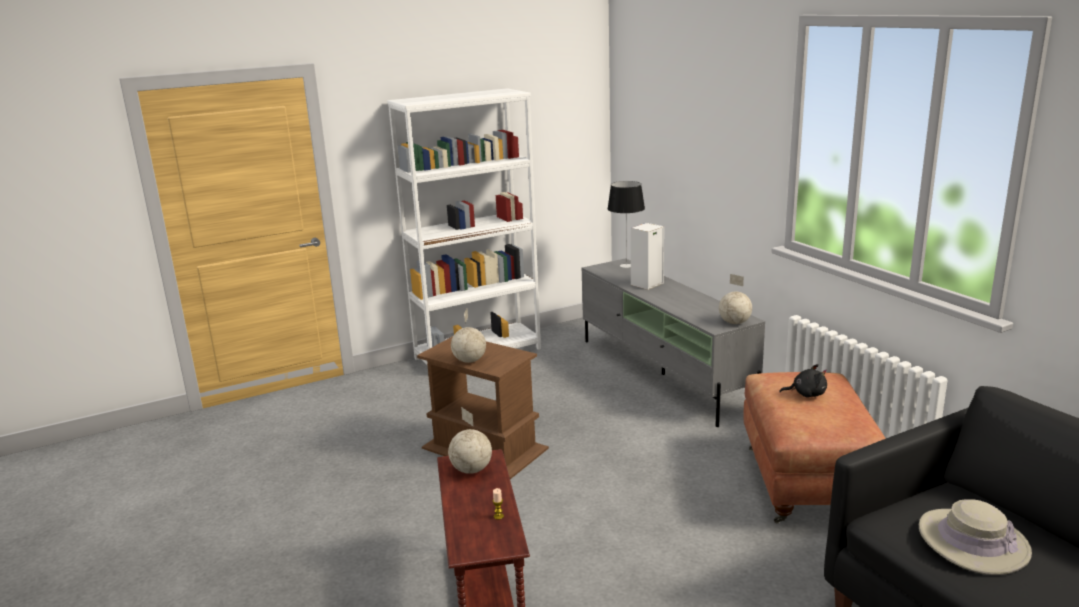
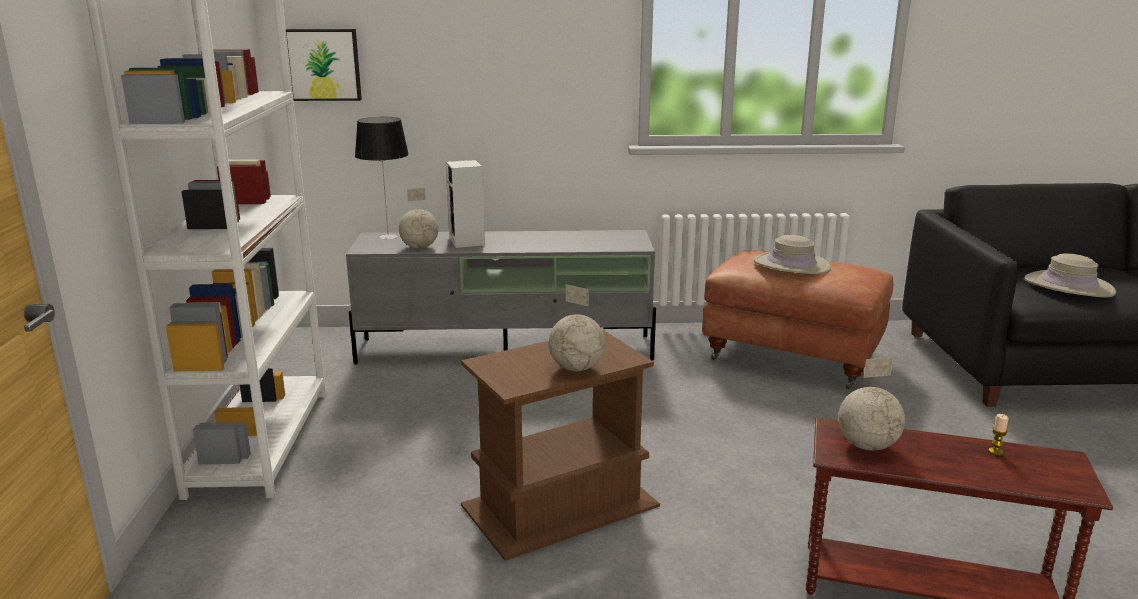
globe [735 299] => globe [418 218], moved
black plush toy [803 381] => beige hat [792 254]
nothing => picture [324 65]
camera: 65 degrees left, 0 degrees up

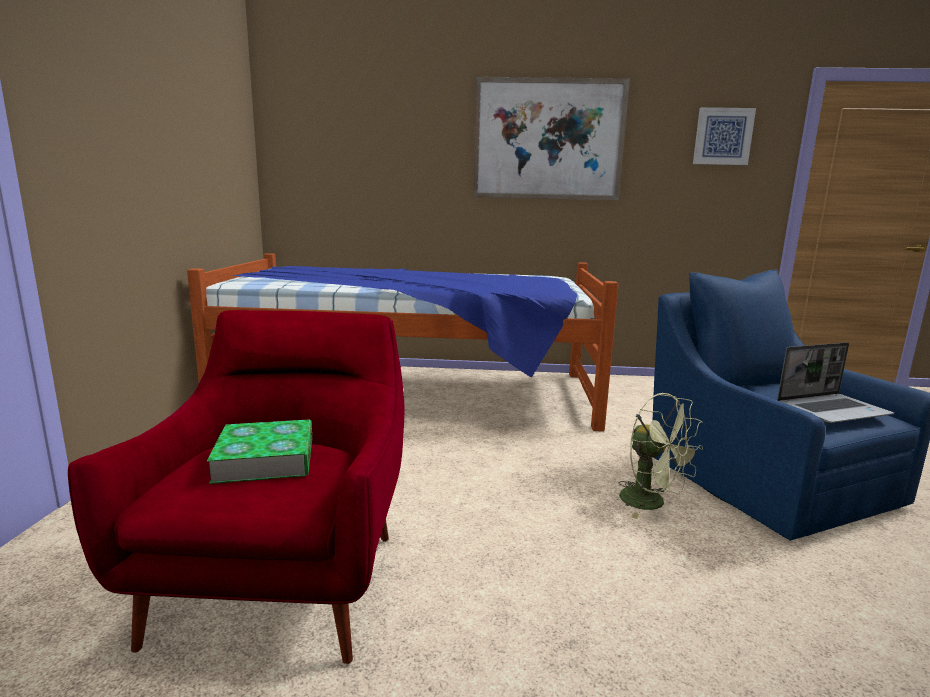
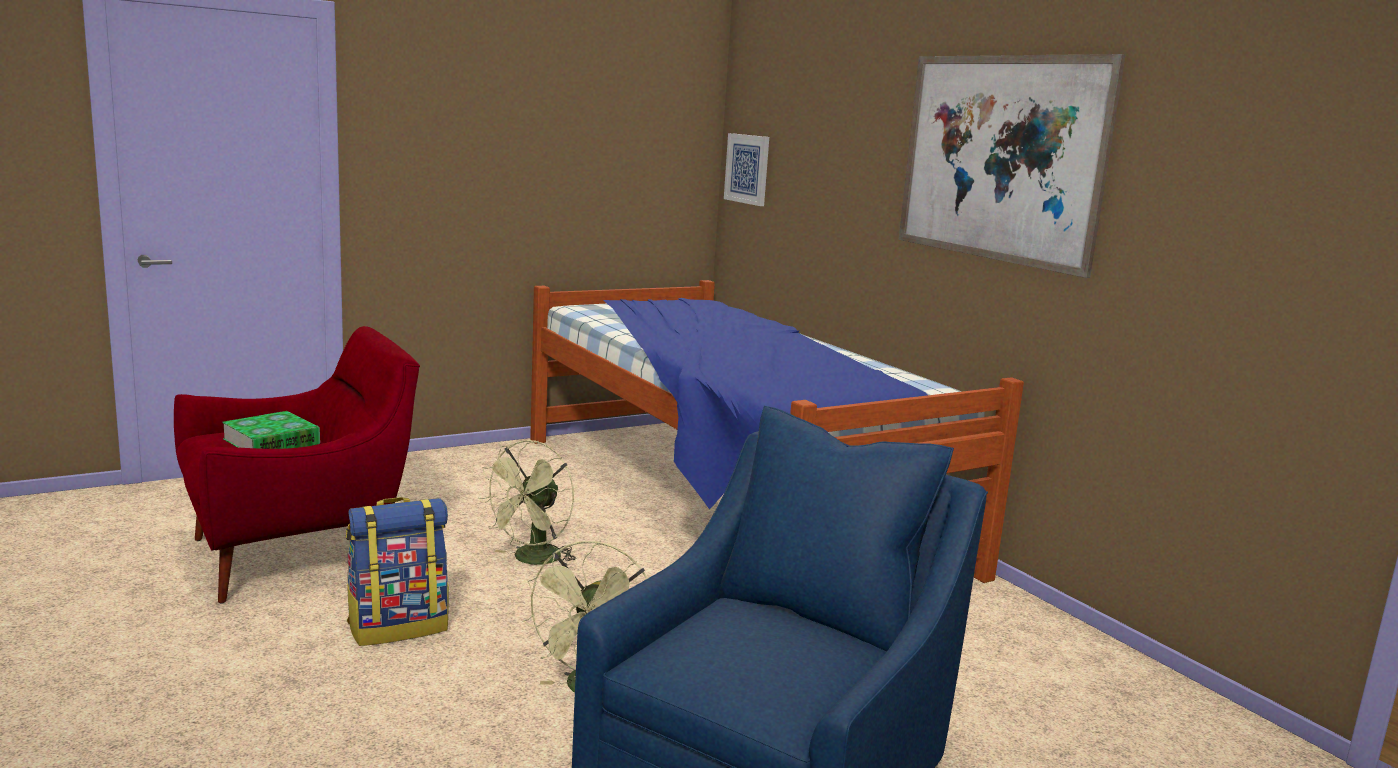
picture [724 136] => picture [746 169], moved
laptop [835 382] => nothing
nothing => green fan [527 502]
nothing => backpack [397 571]
camera: 55 degrees right, 0 degrees up

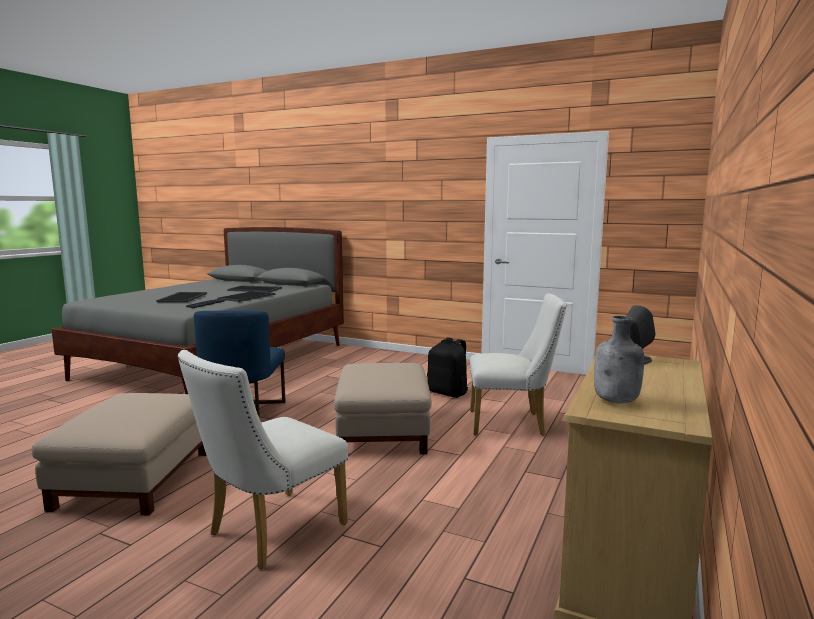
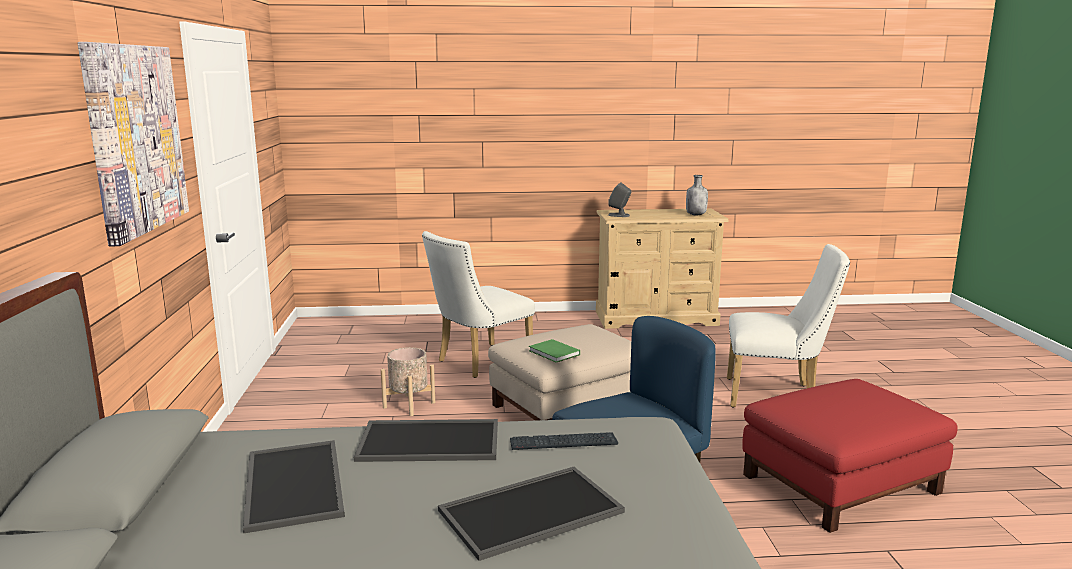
white chair [518 364] => white chair [478 304], 105 degrees counterclockwise
black backpack [447 367] => beige planter [408 381]
beige ottoman [118 454] => red ottoman [850 456]
nothing => picture [133 144]
nothing => green book [554 351]
camera: 120 degrees left, 5 degrees up

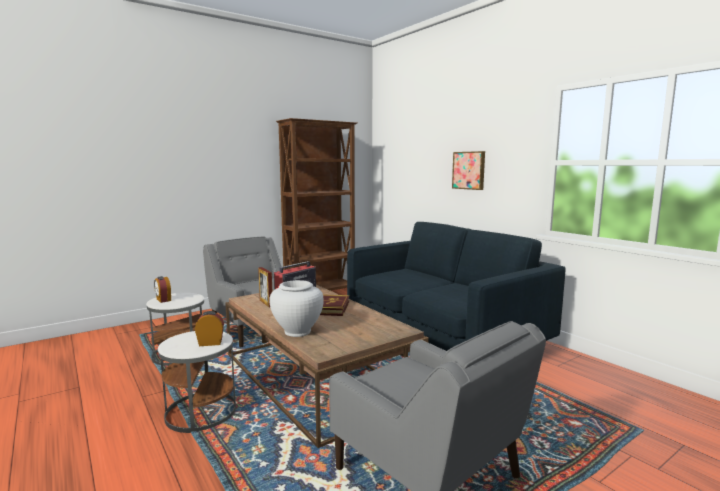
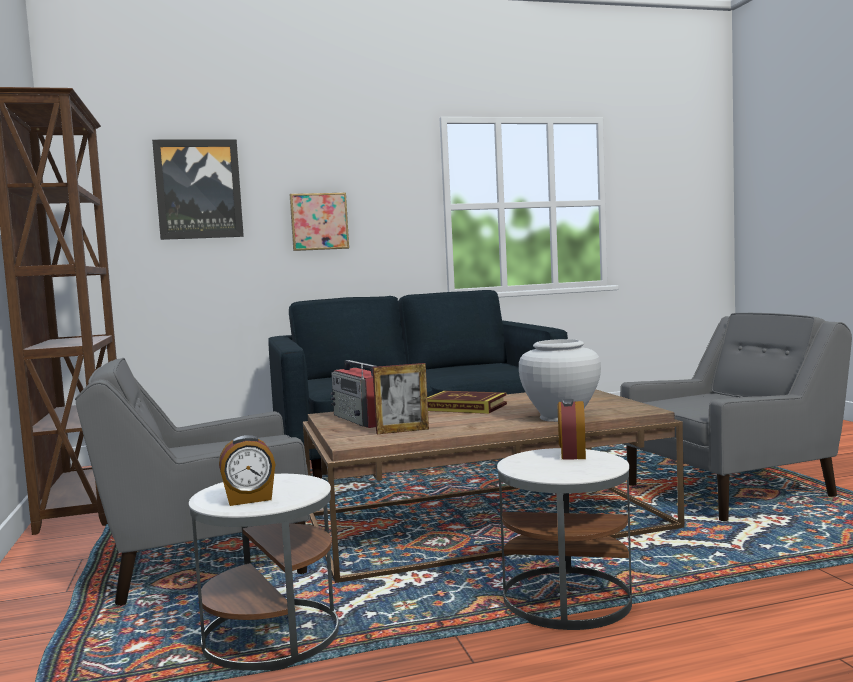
nothing => picture [198 189]
camera: 70 degrees left, 5 degrees down

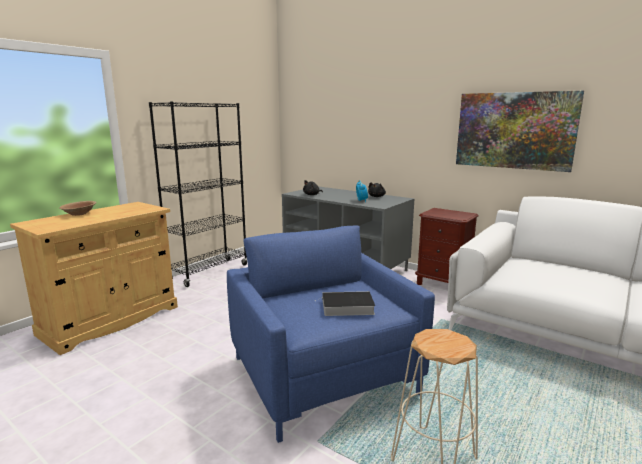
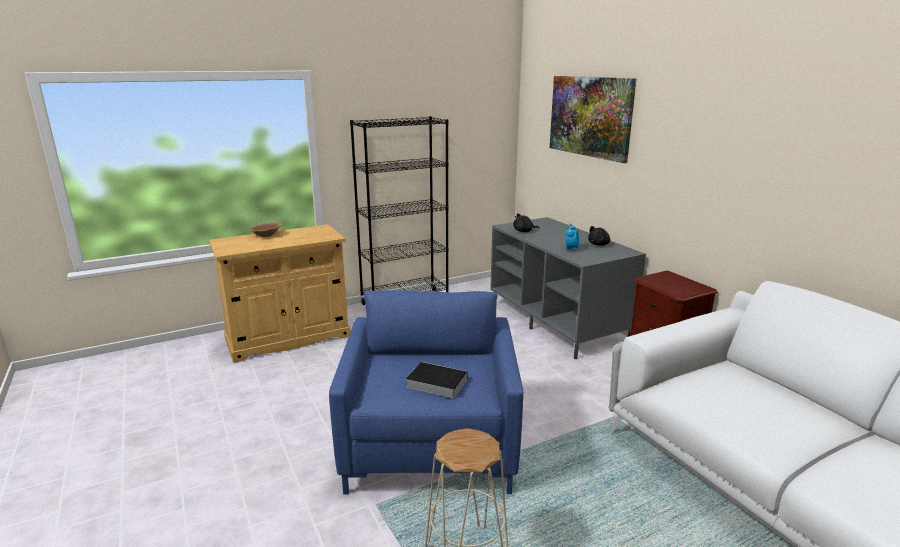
picture [520 131] => picture [593 119], moved
camera: 25 degrees right, 5 degrees up

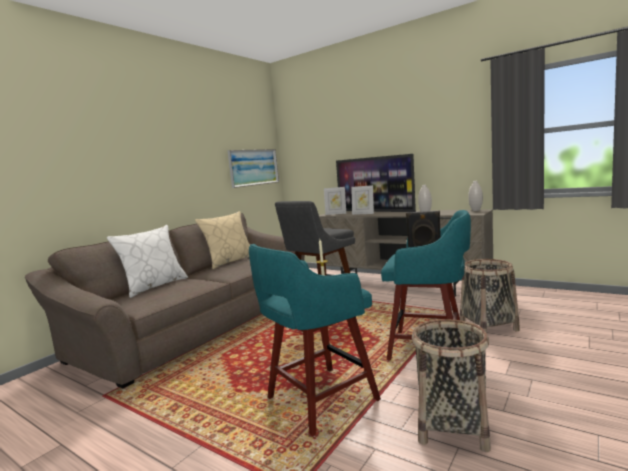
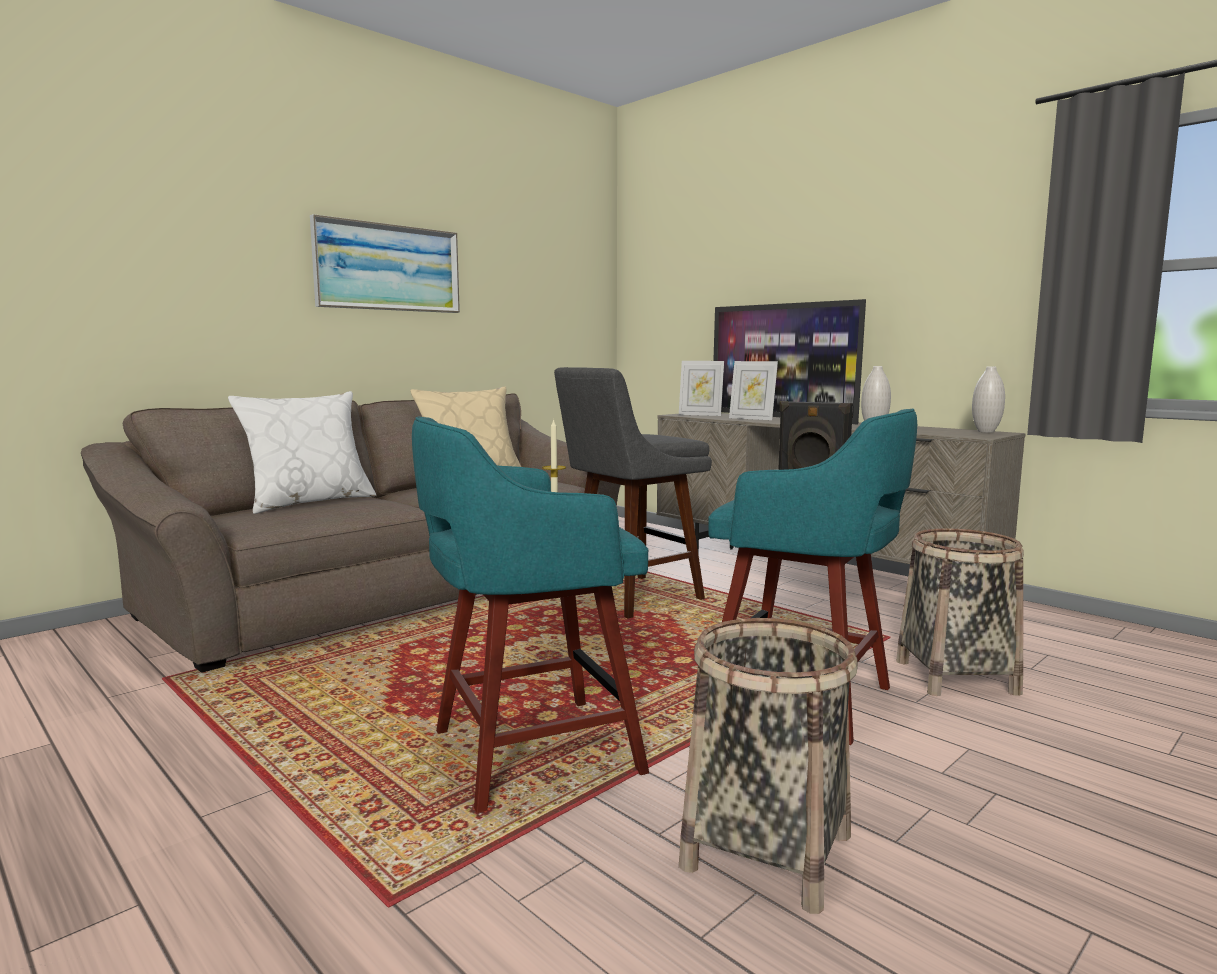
picture [253 168] => picture [385 263], moved
camera: 10 degrees right, 0 degrees up

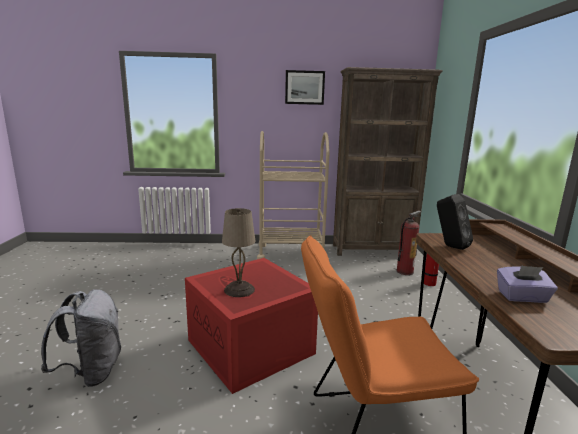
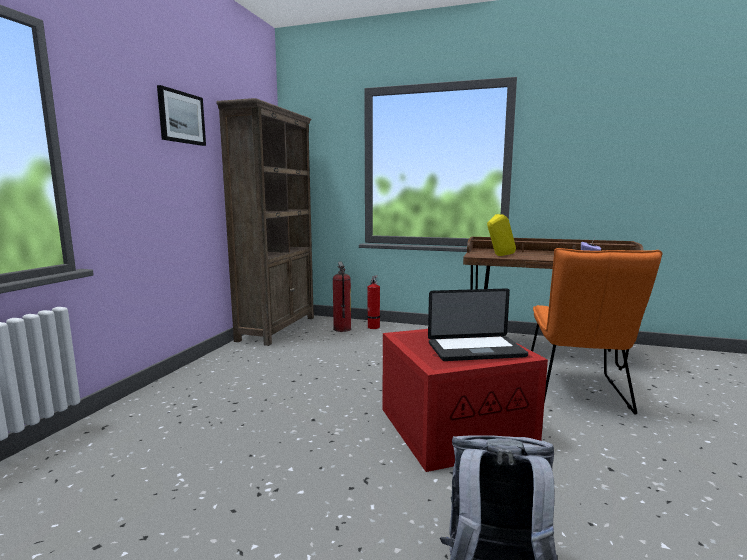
beige cart [293 195] => nothing
black speaker [455 222] => yellow speaker [501 235]
beige table lamp [238 252] => laptop [478 324]
camera: 70 degrees left, 5 degrees down

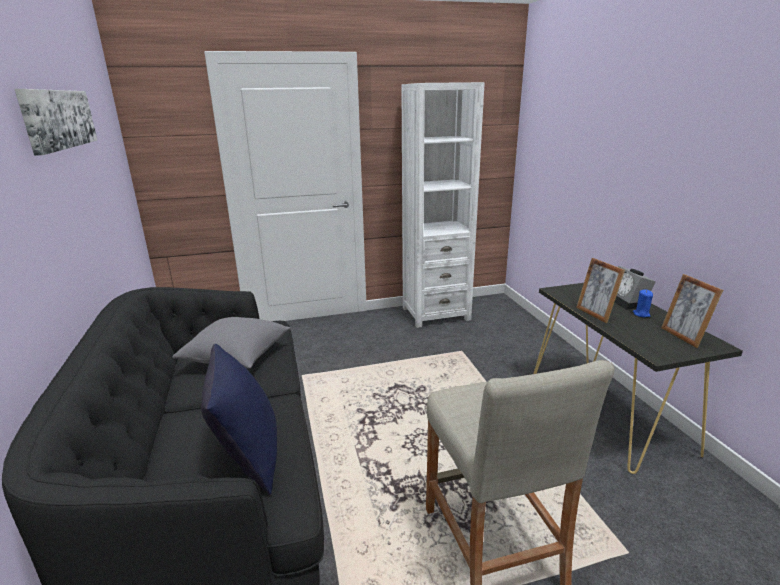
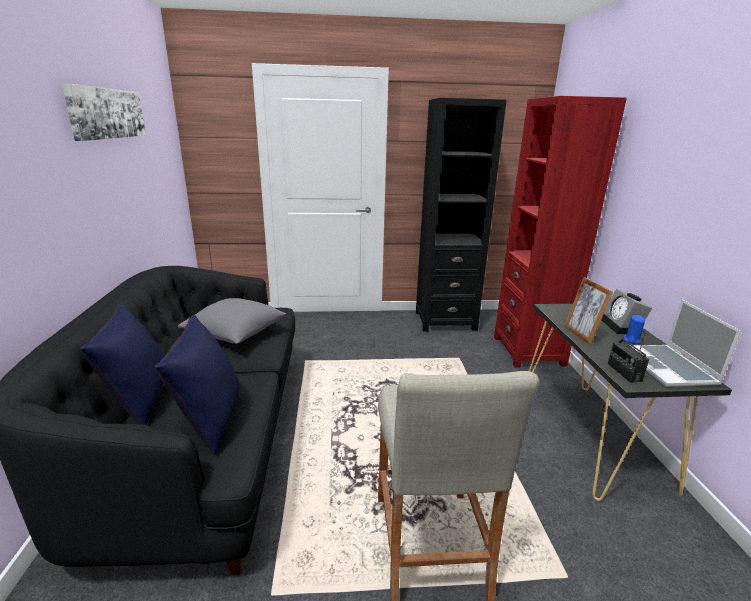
white bookcase [443 205] => black bookcase [461 215]
picture frame [692 311] => laptop [685 343]
nothing => red bookcase [560 232]
nothing => blue pillow [122 364]
nothing => radio [628 358]
camera: 10 degrees right, 0 degrees up

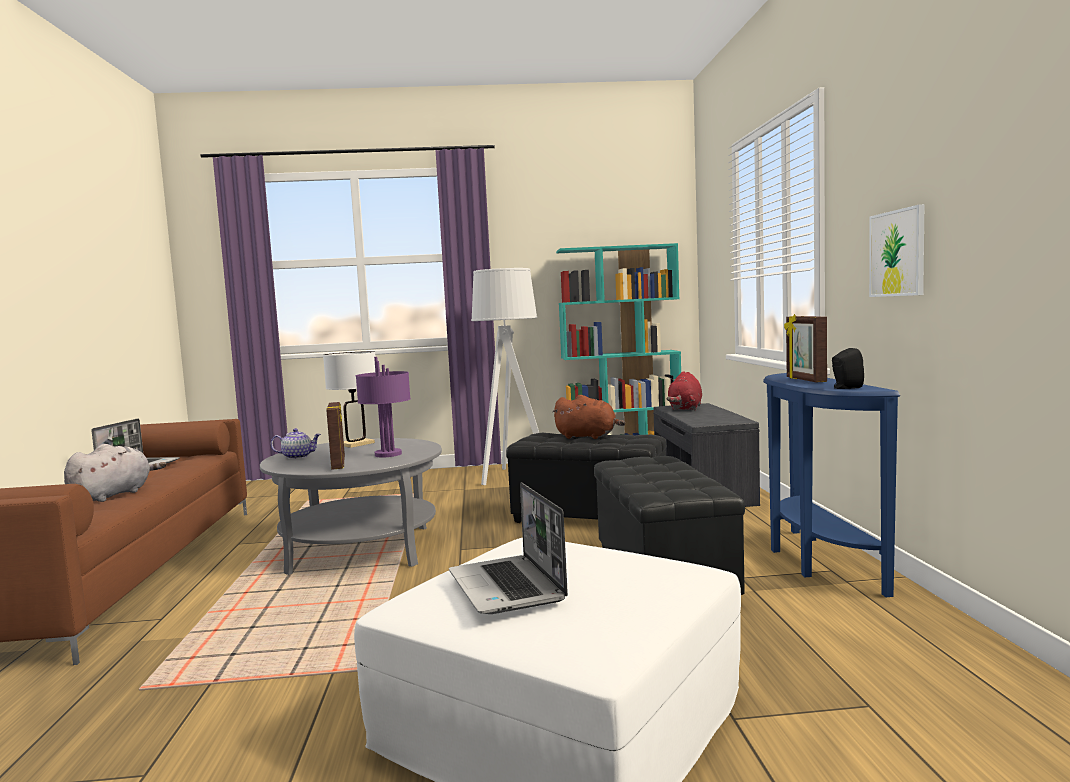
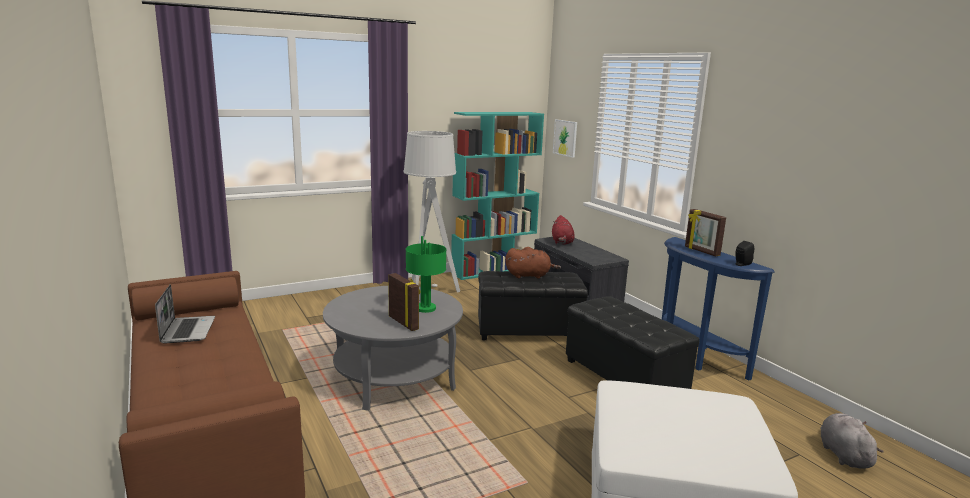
picture [896 250] => picture [565 138], moved
white table lamp [349 399] => nothing
purple table lamp [383 407] => green table lamp [426 274]
teapot [296 443] => nothing
grey plush toy [115 473] => grey plush toy [852 441], moved
laptop [508 548] => nothing
camera: 25 degrees left, 10 degrees up

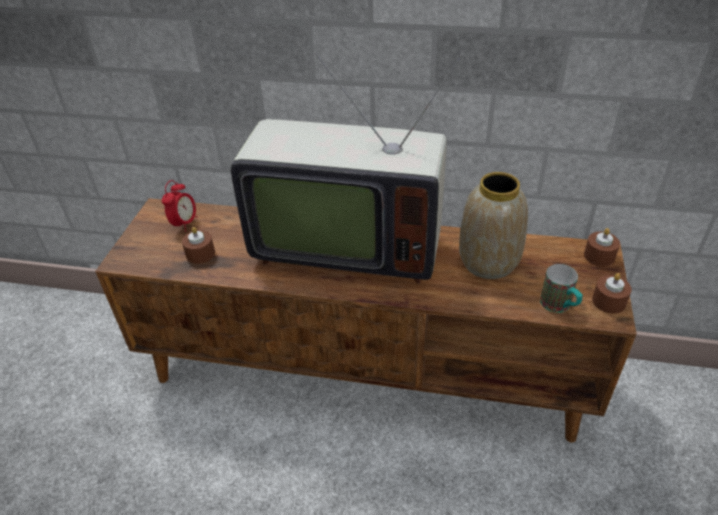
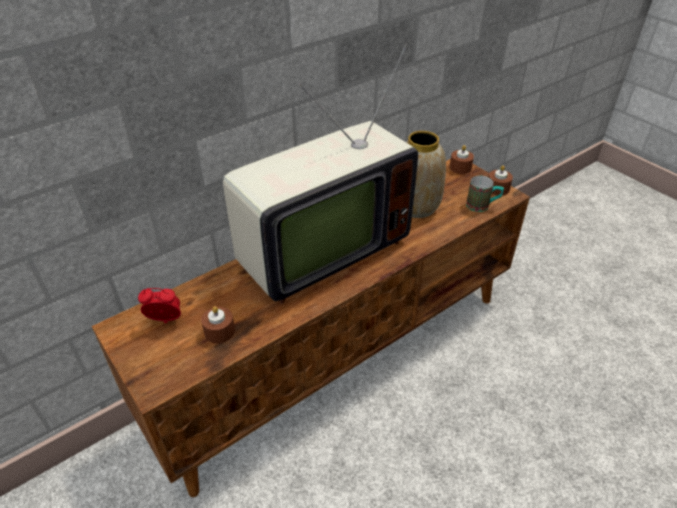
alarm clock [180 206] => alarm clock [159 305], 60 degrees counterclockwise
camera: 50 degrees left, 0 degrees up

